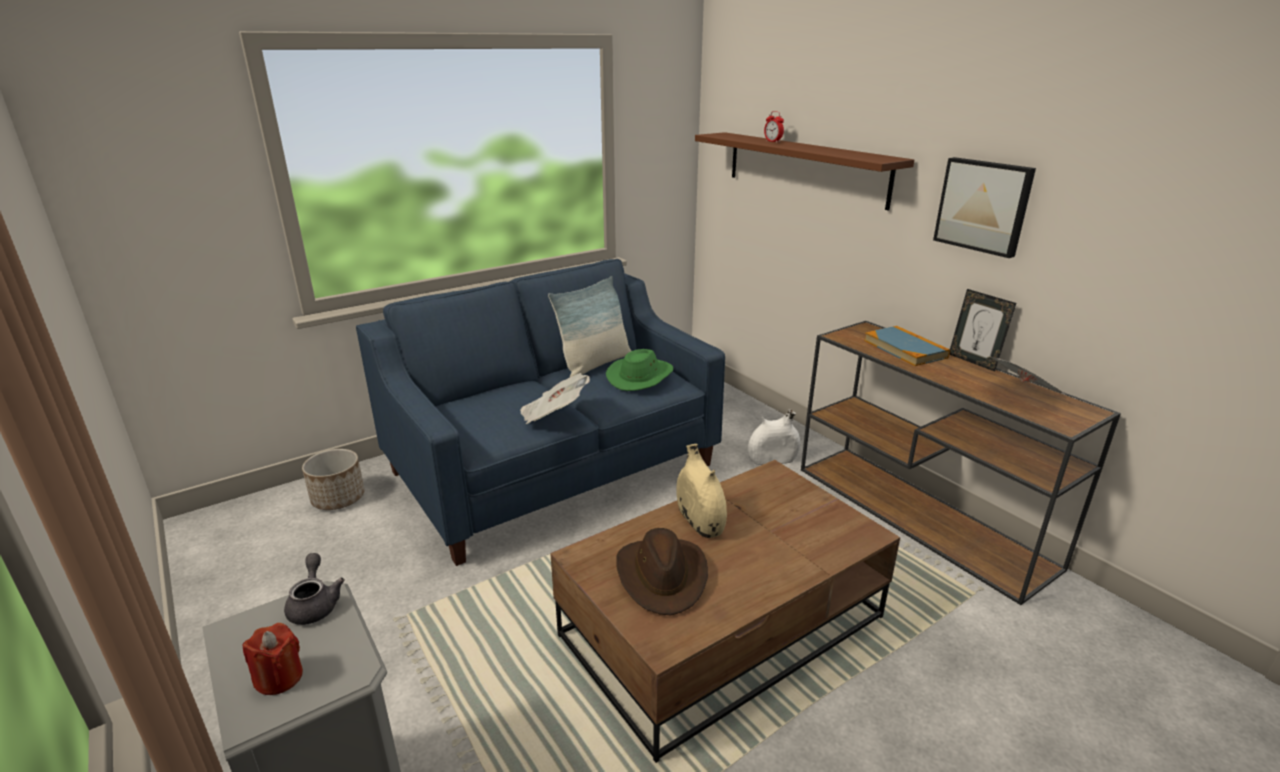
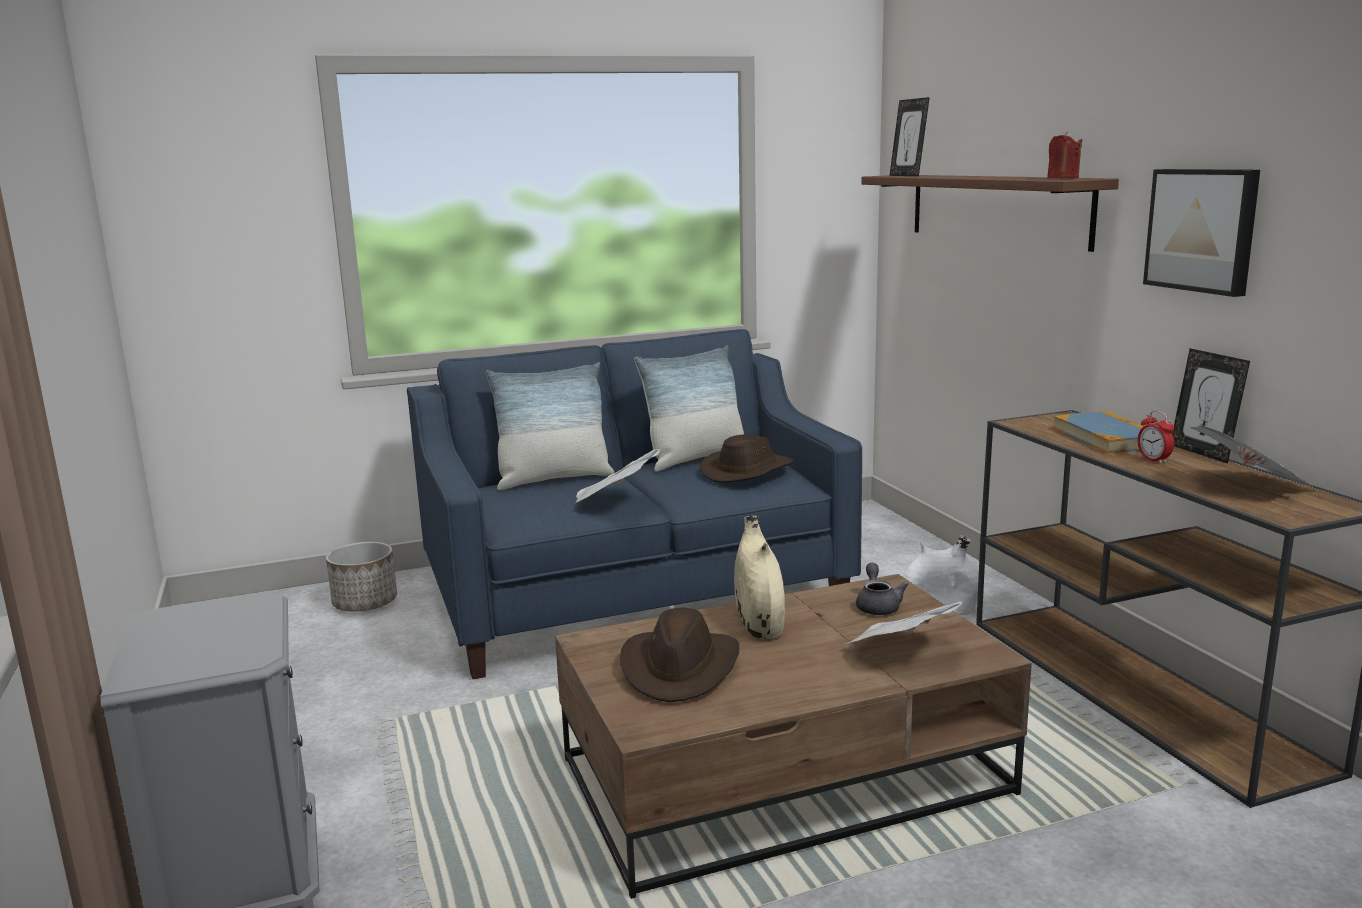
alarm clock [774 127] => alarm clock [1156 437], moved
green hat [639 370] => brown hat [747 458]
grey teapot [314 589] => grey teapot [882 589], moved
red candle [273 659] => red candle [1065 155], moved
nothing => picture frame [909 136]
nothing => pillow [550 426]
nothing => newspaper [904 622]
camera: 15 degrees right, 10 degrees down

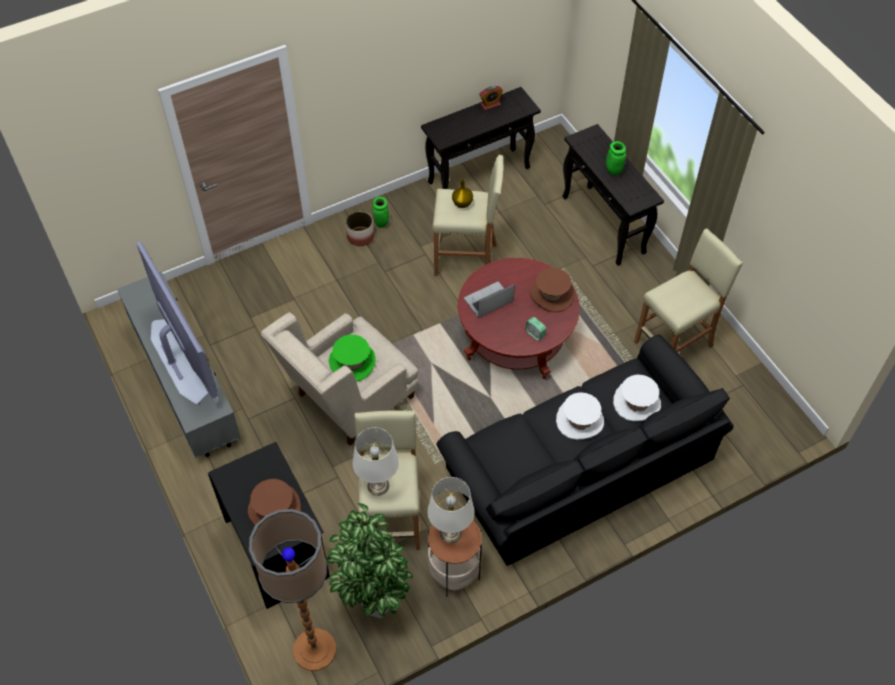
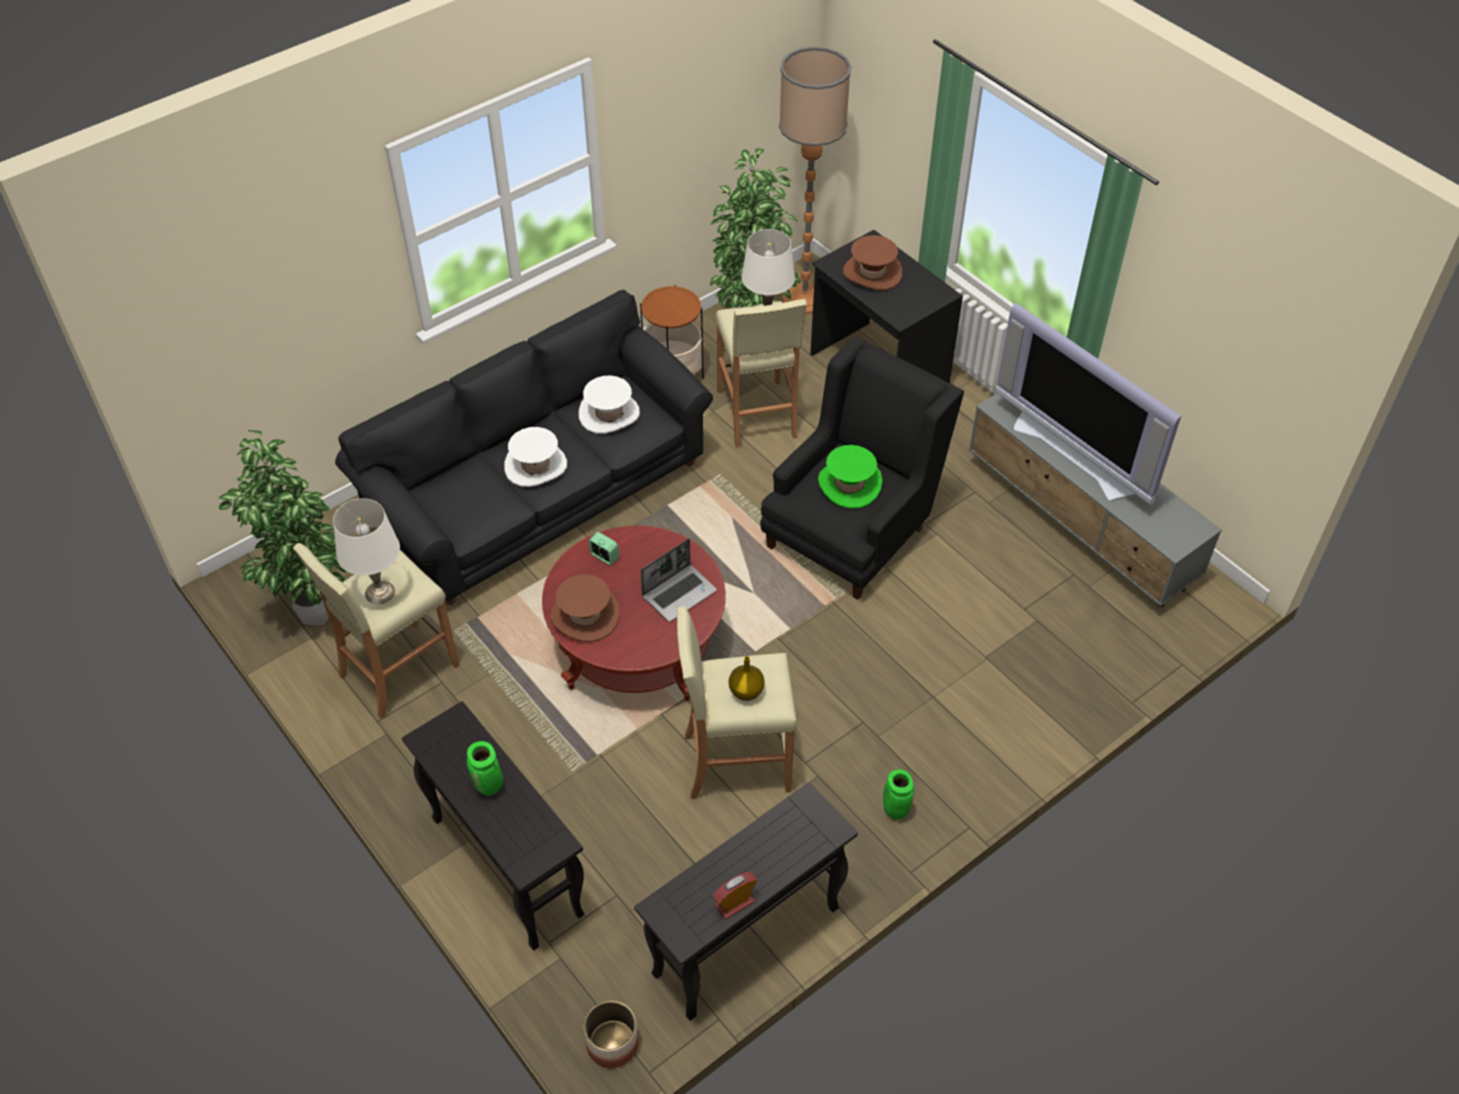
planter [360 228] => planter [611 1034], moved
beige armchair [340 379] => black armchair [862 468]
white hat [637 398] => white hat [609 404], moved
white table lamp [451 510] => white table lamp [366 551], moved
nothing => potted plant [283 527]
camera: 170 degrees right, 5 degrees down

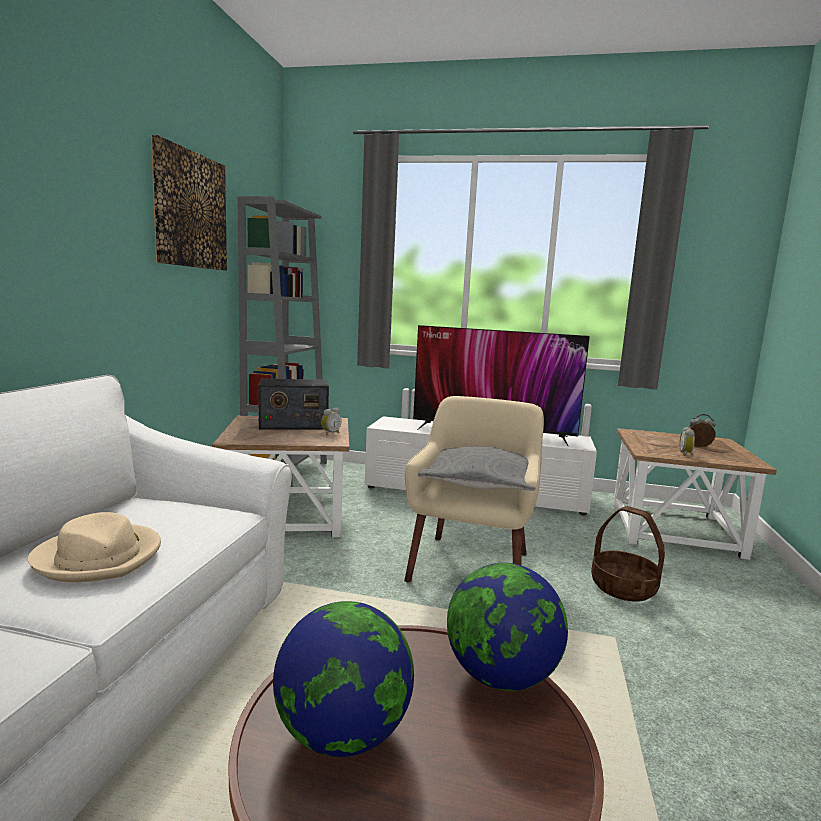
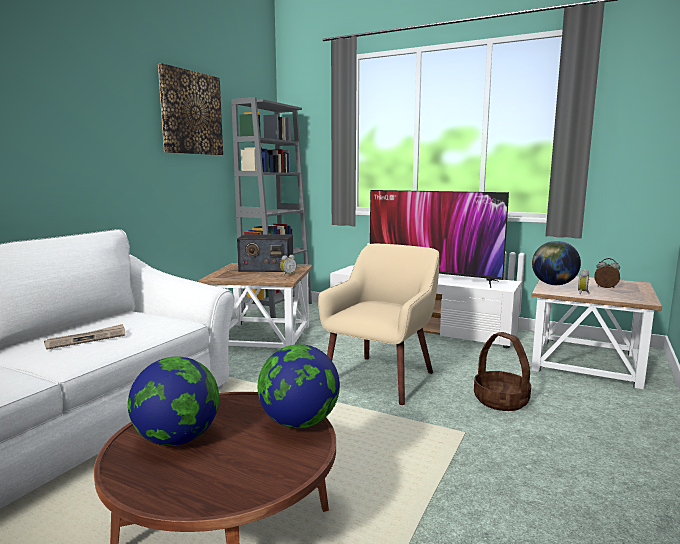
grey pillow [477 468] => nothing
beige hat [94 547] => newspaper [84 337]
nothing => globe [556 263]
camera: 15 degrees right, 0 degrees up

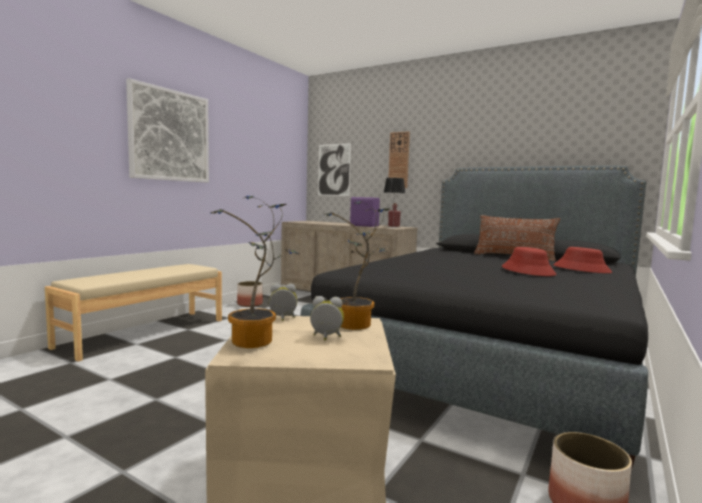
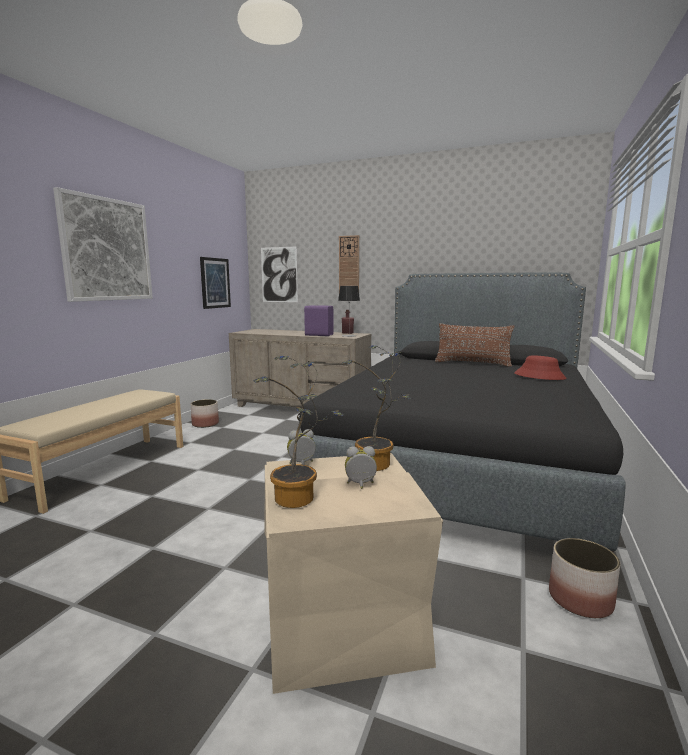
red hat [529 261] => nothing
nothing => picture [215 283]
camera: 10 degrees left, 5 degrees up

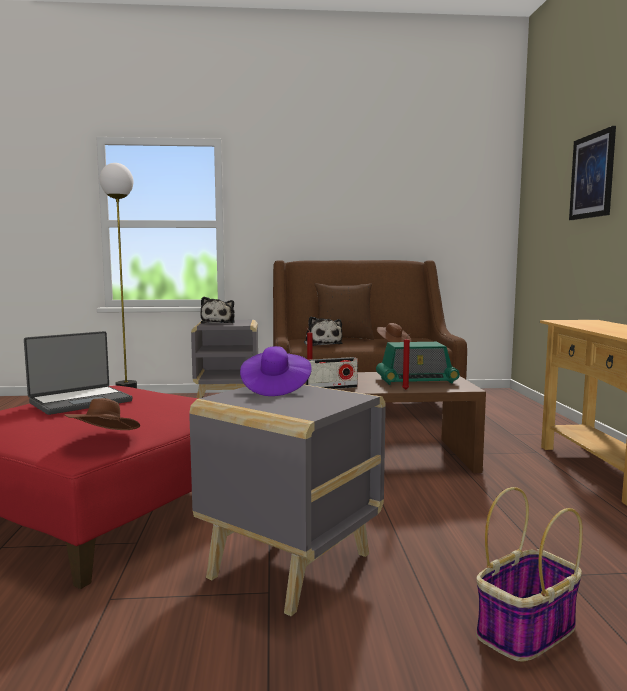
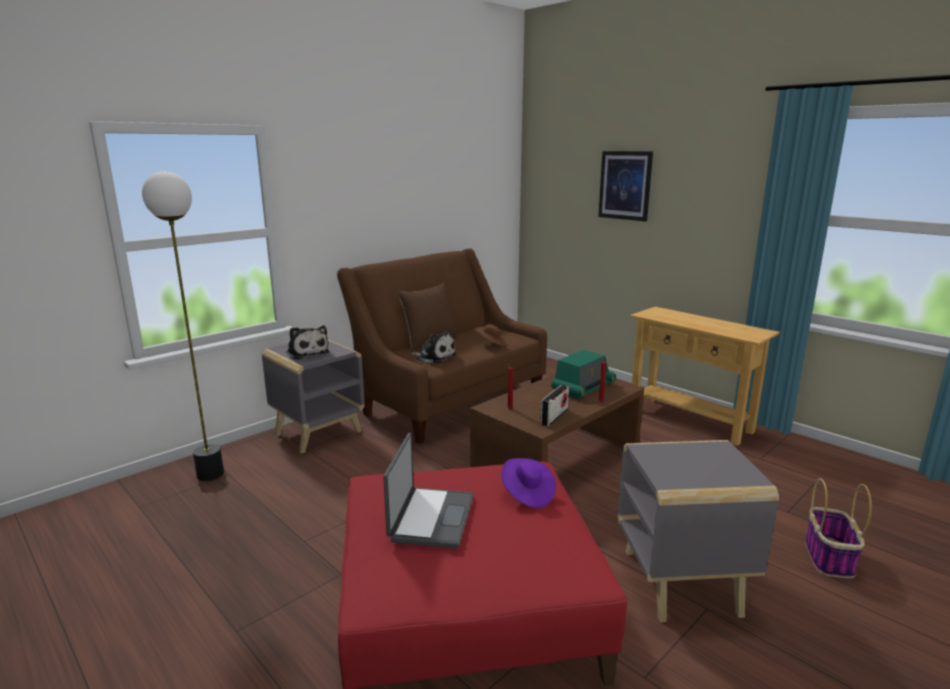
purple hat [276 371] => purple hat [528 483], moved
brown hat [102 414] => nothing
camera: 40 degrees left, 10 degrees up

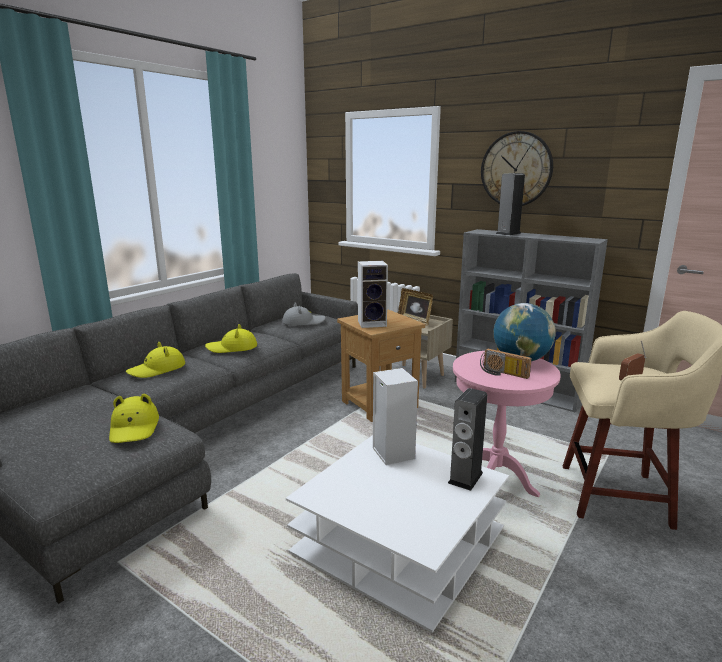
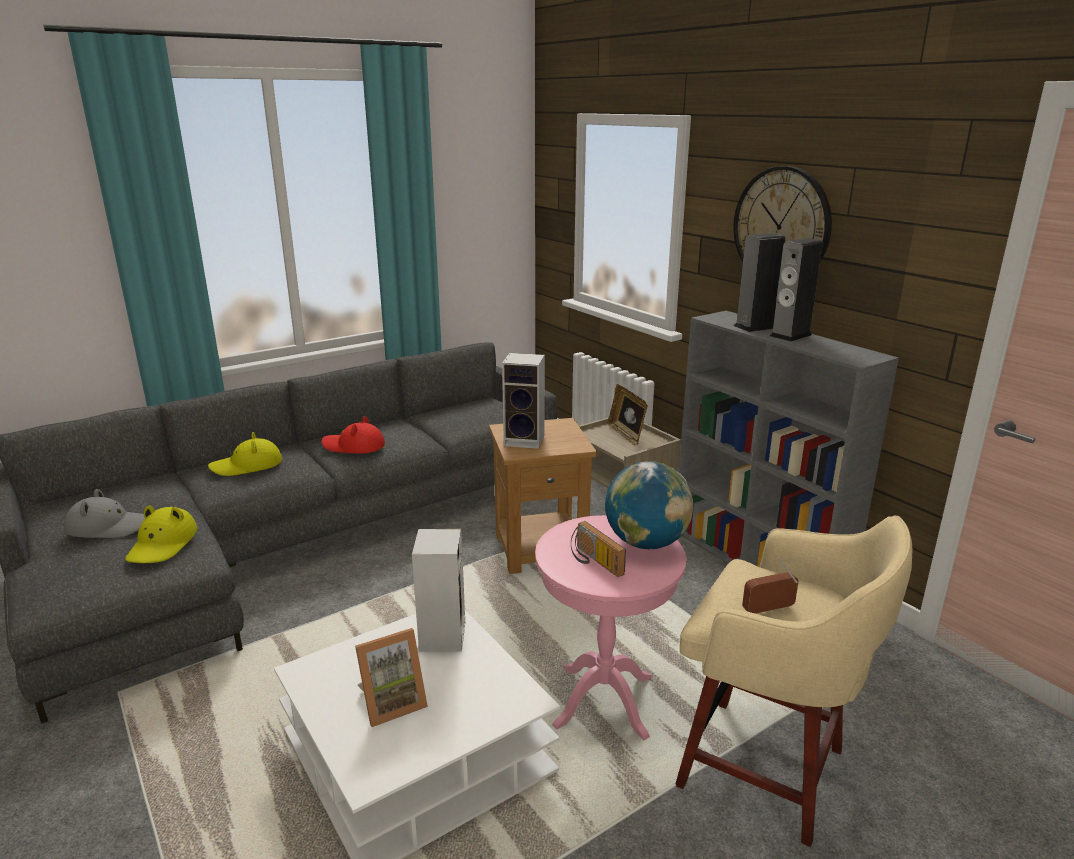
grey hat [304 314] => grey hat [104 513], moved
yellow hat [231 338] => red hat [353 435]
speaker [467 439] => speaker [796 290], moved
nothing => picture frame [391 677]
camera: 20 degrees right, 5 degrees up

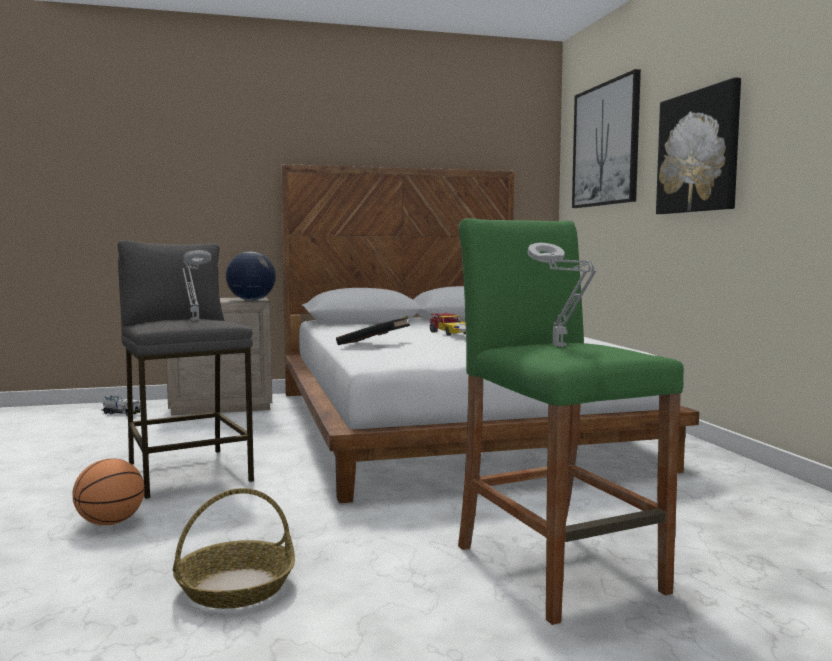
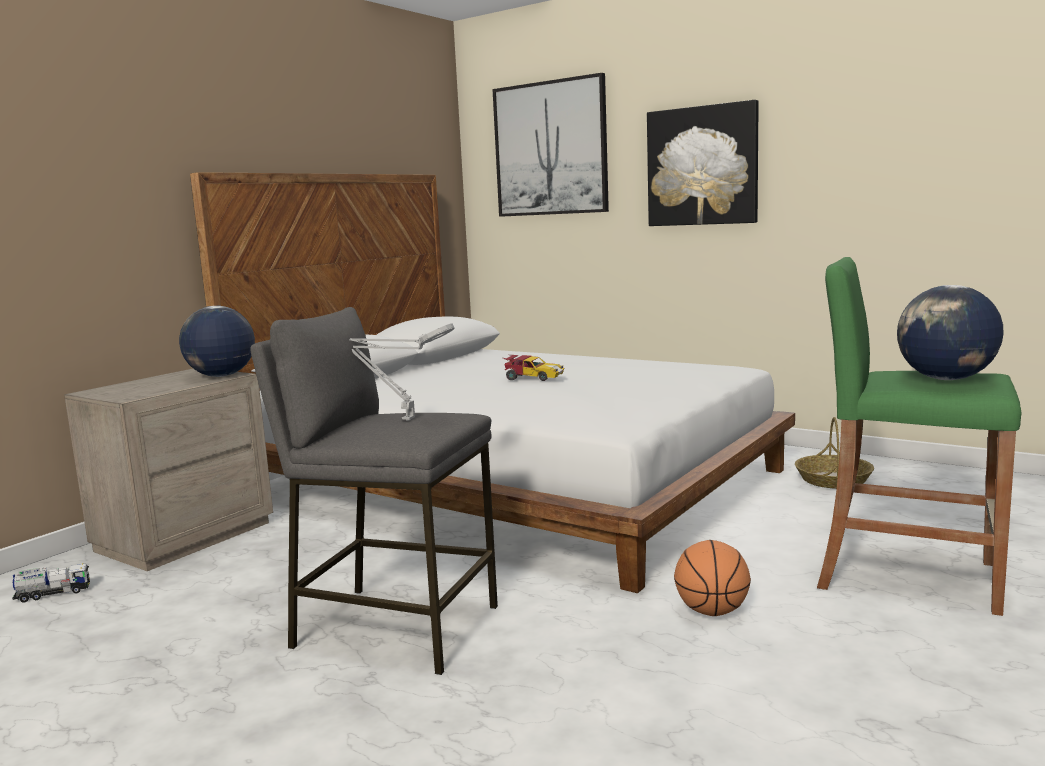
grey table lamp [562 295] => globe [950 332]
black book [373 330] => nothing
basketball [108 491] => basketball [712 578], moved
basket [234 548] => basket [834 453], moved
camera: 40 degrees left, 5 degrees up

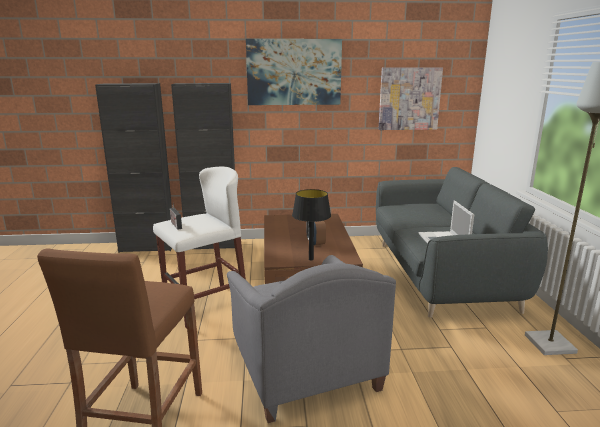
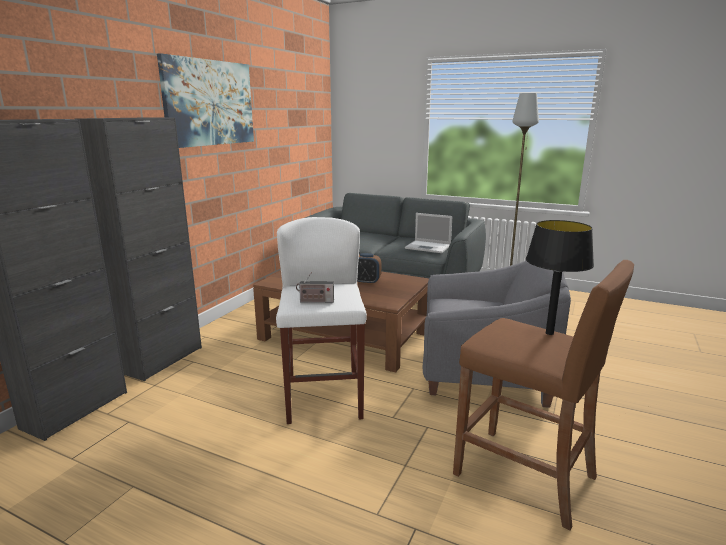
picture [410 98] => nothing
black table lamp [311 225] => black table lamp [560 277], moved
camera: 60 degrees left, 0 degrees up

